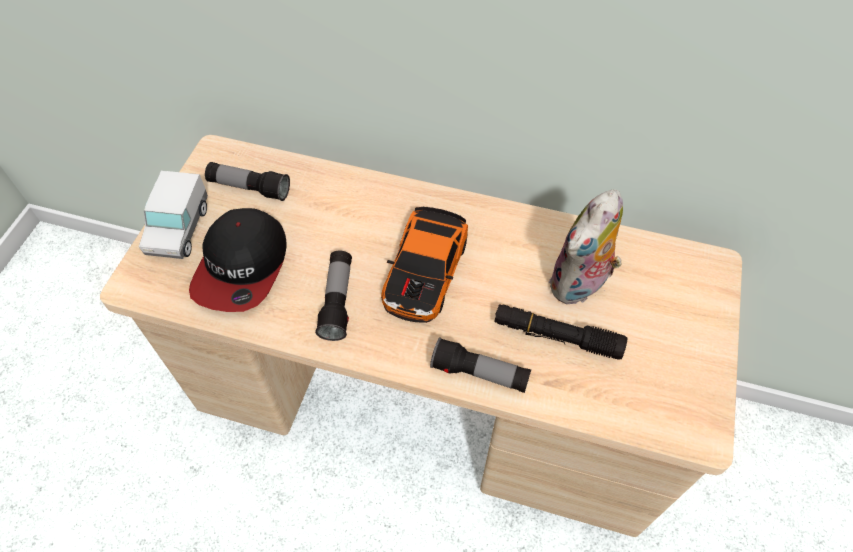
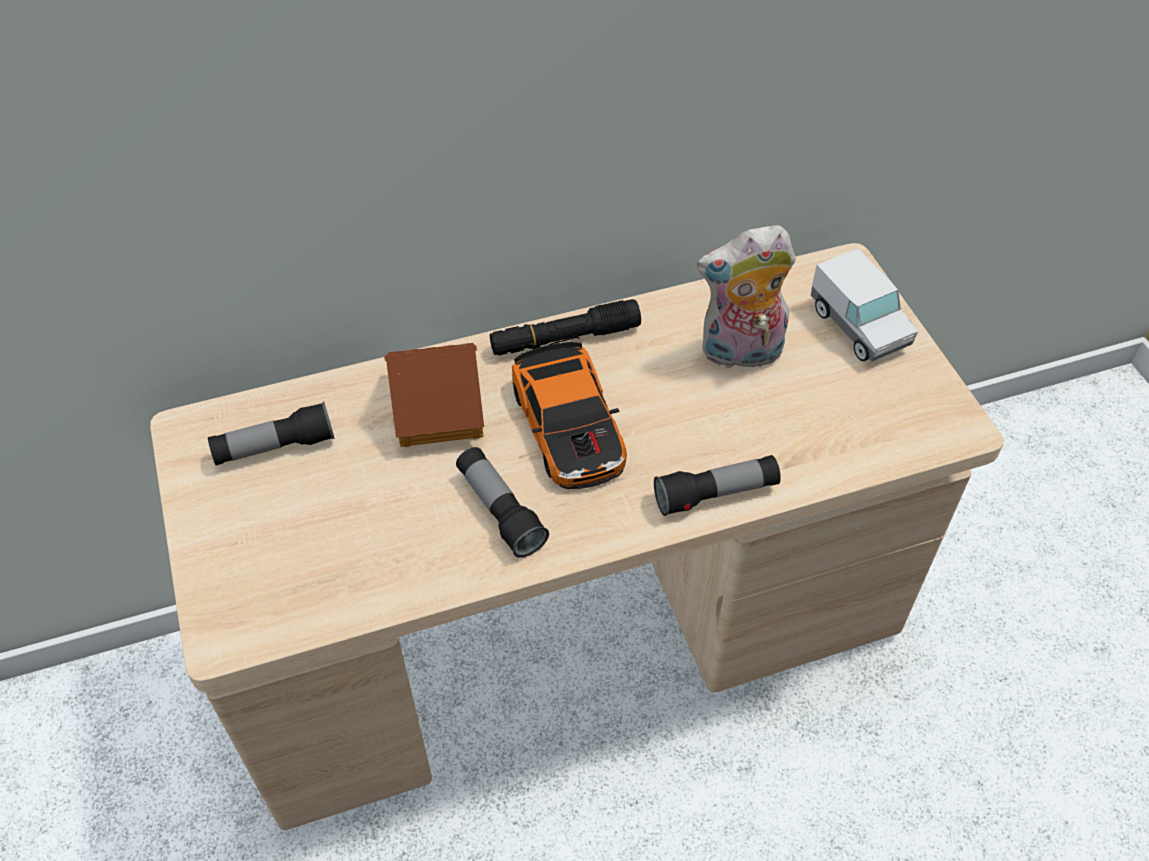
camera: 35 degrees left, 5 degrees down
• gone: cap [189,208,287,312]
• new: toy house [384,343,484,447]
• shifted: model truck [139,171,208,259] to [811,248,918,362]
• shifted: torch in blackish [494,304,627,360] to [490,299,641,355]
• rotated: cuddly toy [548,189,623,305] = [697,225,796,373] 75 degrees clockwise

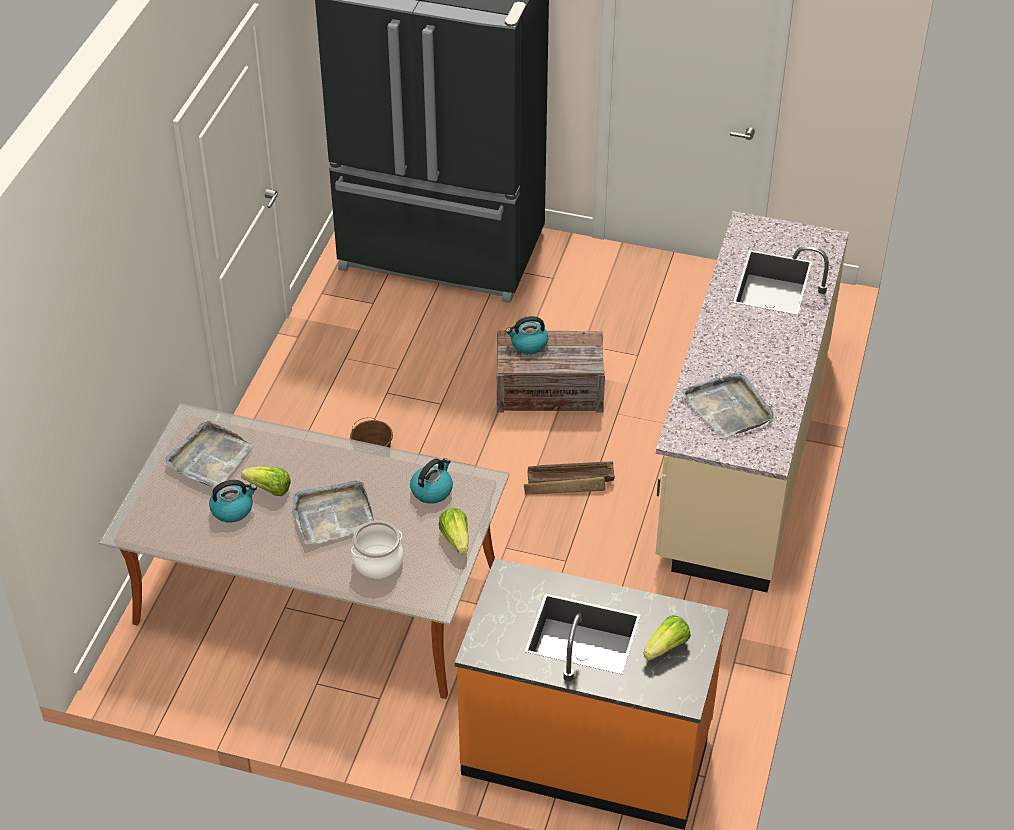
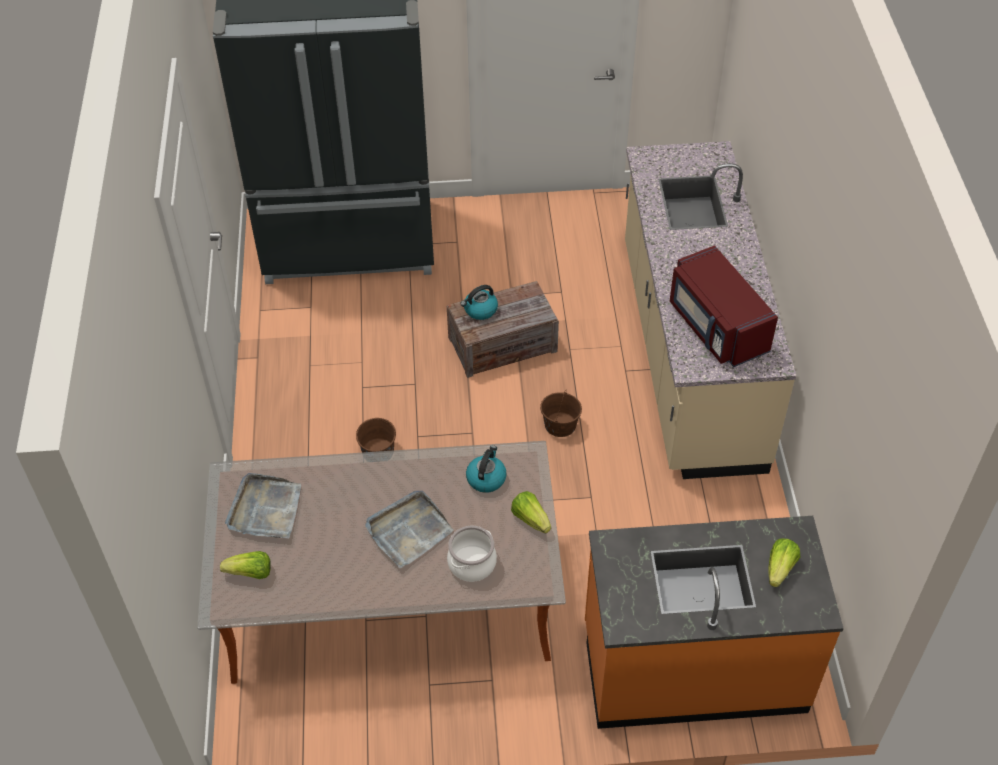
camera: 20 degrees left, 5 degrees up
• gone: water kettle [209,480,257,523]
• shifted: lettuce head [241,466,291,496] to [220,551,271,579]
• swapped: shipping crate [524,462,615,495] to water bucket in brownish [540,389,582,437]
• swapped: tray in grey [682,373,774,439] to microwave in red [670,245,778,367]

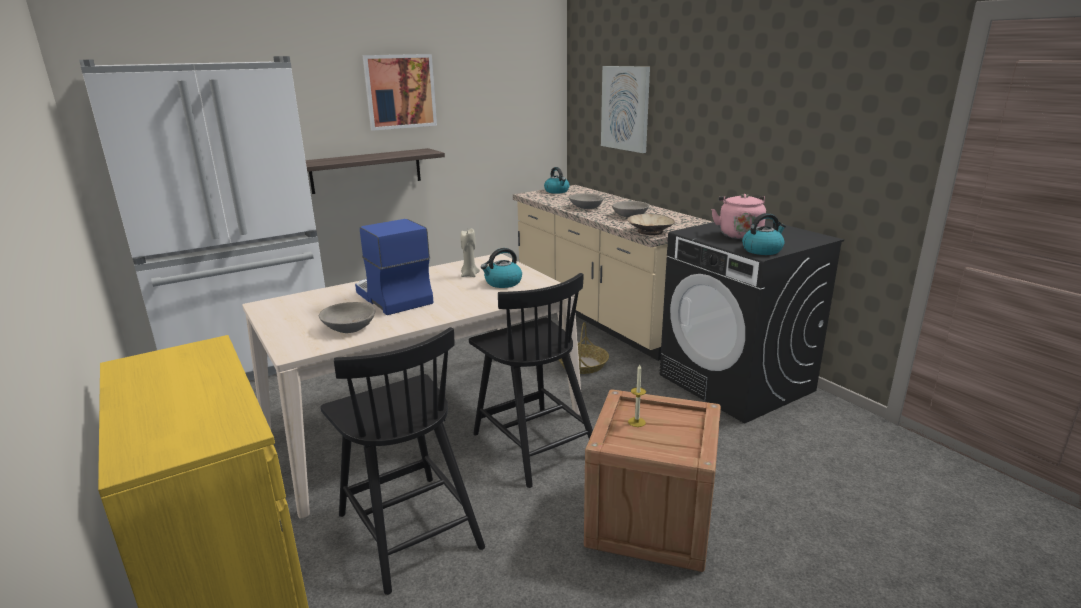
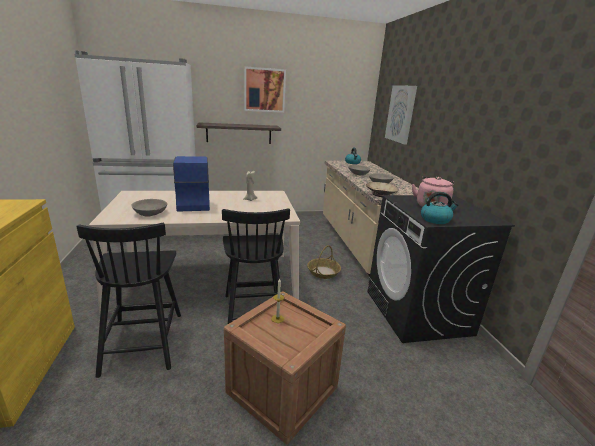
camera: 20 degrees right, 0 degrees up
• gone: water kettle [481,248,522,288]

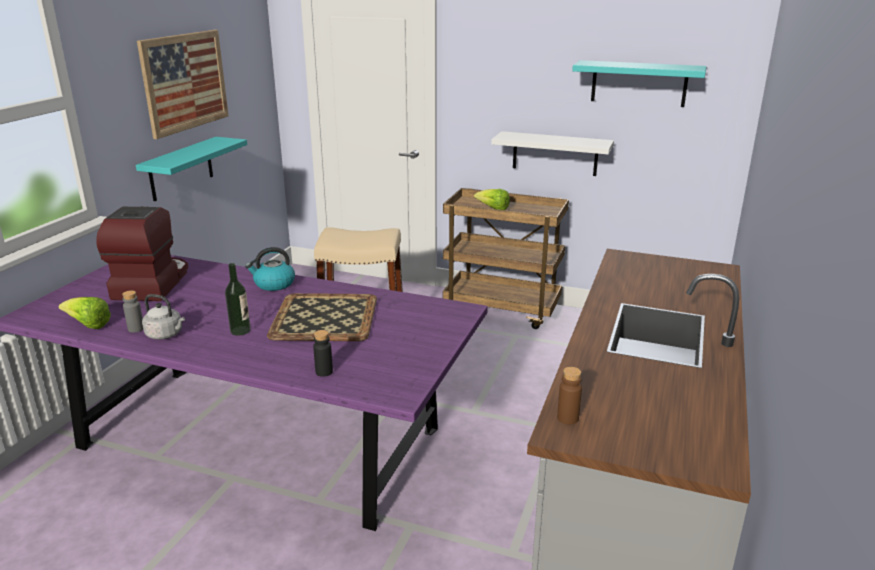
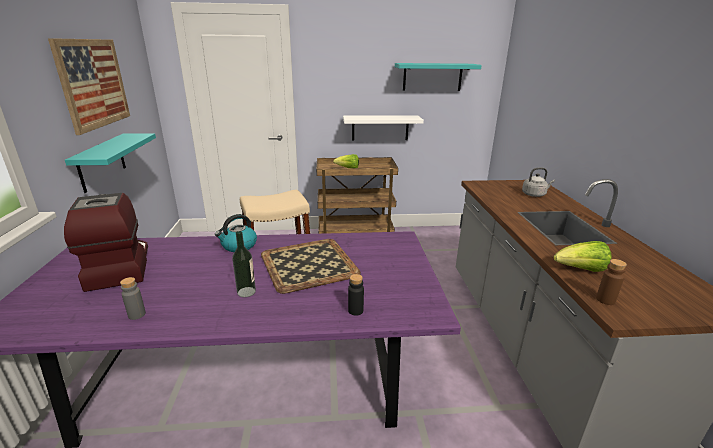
camera: 25 degrees left, 0 degrees up
• shifted: lettuce head [59,297,111,329] to [553,241,611,272]
• shifted: water kettle in grey [142,294,185,340] to [522,168,555,197]

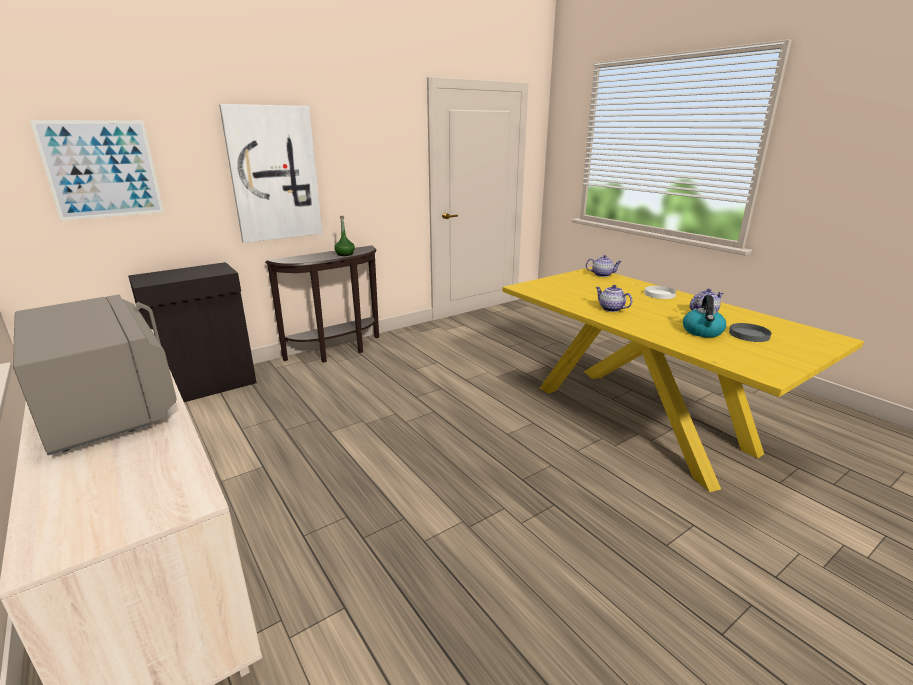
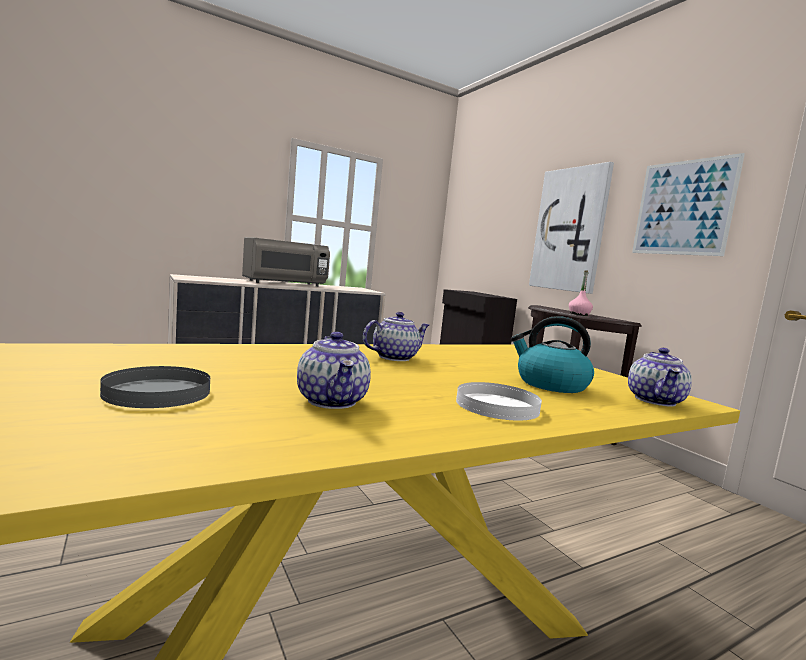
camera: 95 degrees right, 15 degrees down
• shifted: wall picture [30,120,164,221] to [632,153,745,256]
• shifted: water kettle [683,295,726,338] to [511,316,594,393]
• repainted: bottle in green-coloured [334,216,355,256] to bottle in pinkish [569,271,593,316]

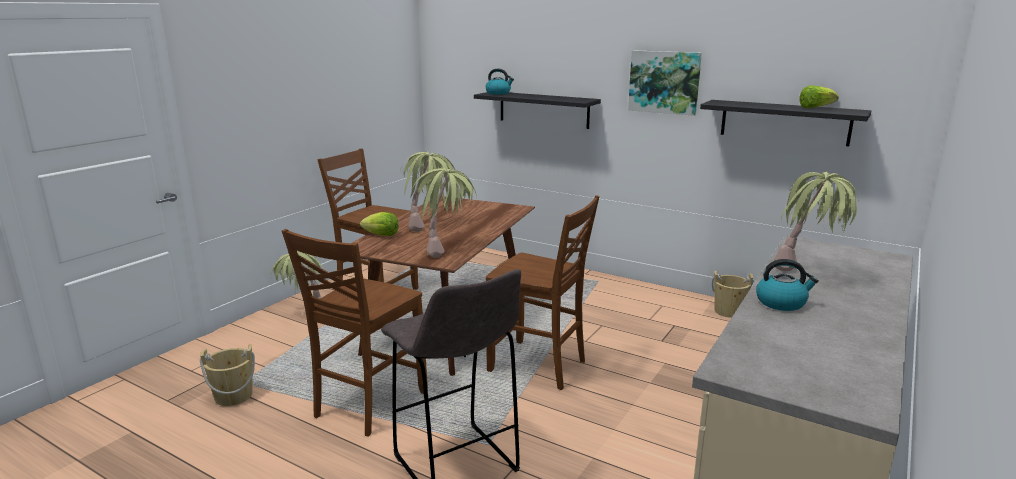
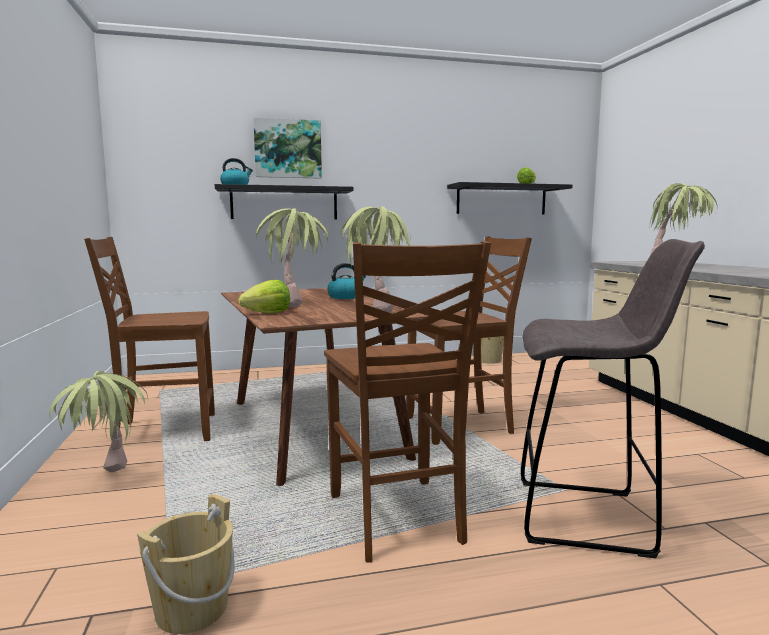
camera: 45 degrees left, 10 degrees down
• shifted: wall picture [628,50,702,116] to [253,117,322,179]
• shifted: water kettle [756,259,819,311] to [327,263,366,299]

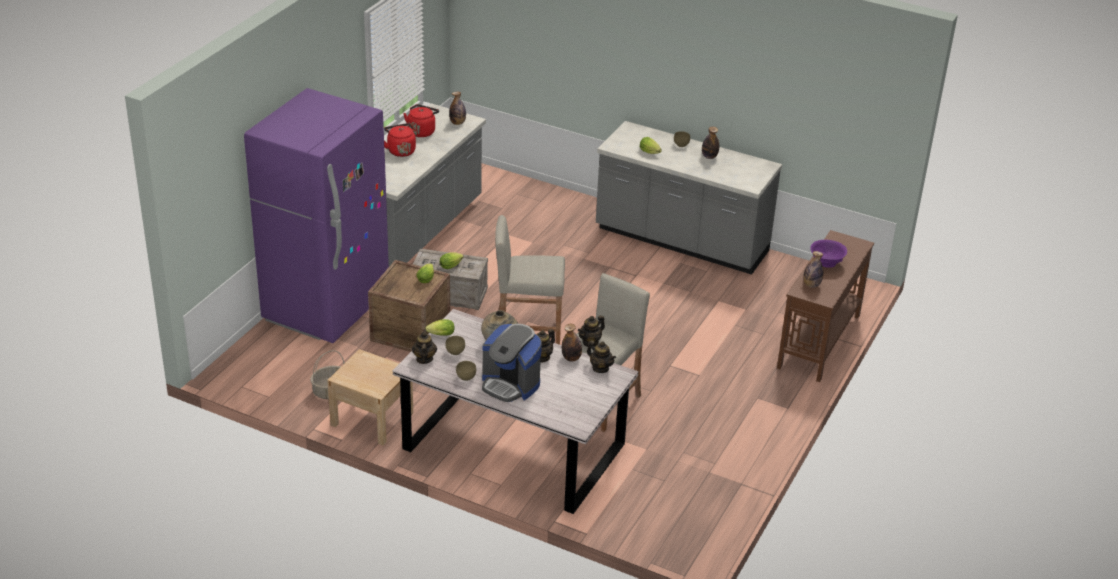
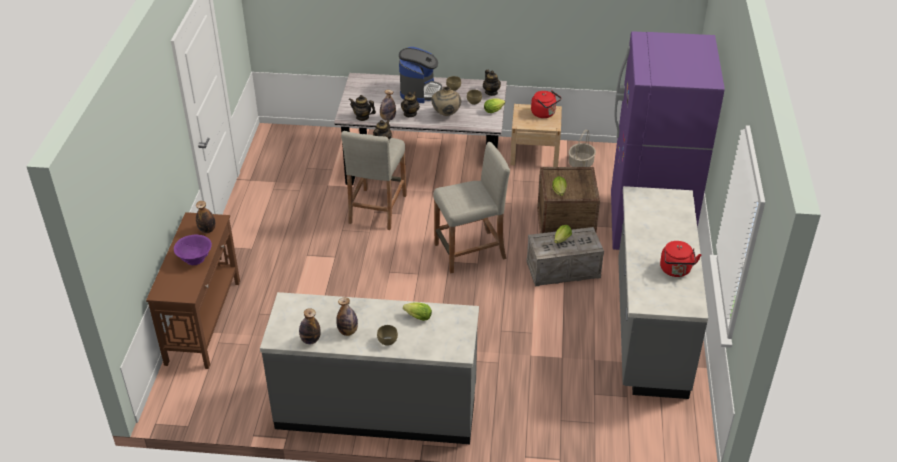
camera: 160 degrees right, 5 degrees up
• shifted: water kettle in red [384,123,416,157] to [531,90,562,118]
• shifted: bottle [449,92,466,125] to [299,308,321,344]
• rotated: coffee machine [482,324,542,402] = [399,47,442,103] 90 degrees clockwise

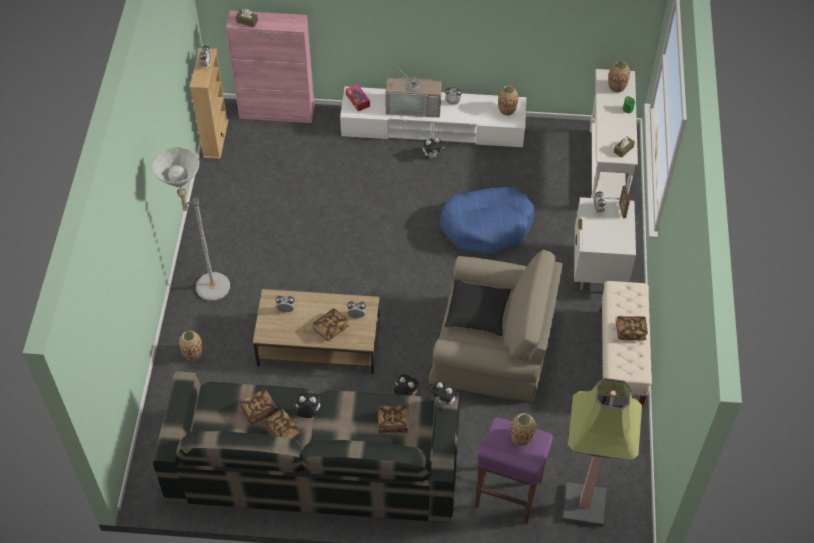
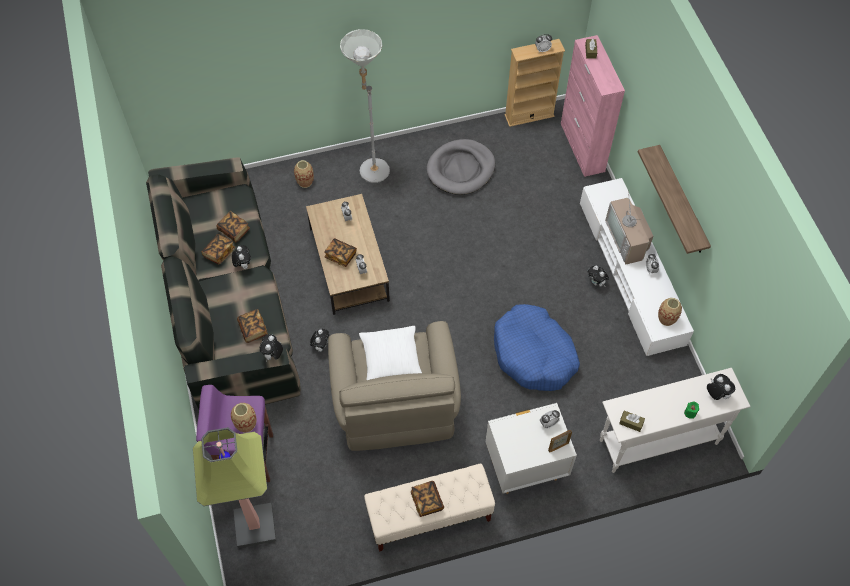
camera: 70 degrees right, 5 degrees up
• gone: box of tissues [346,84,370,111]
• new: dog bed in grey [427,139,495,195]
• new: wall shelf [638,145,711,254]
• swapped: decorative vase [608,61,630,93] to cuddly toy [707,374,735,400]
• repainted: throw pillow in blackish [444,279,511,336] to throw pillow in white-coloured [359,326,422,380]

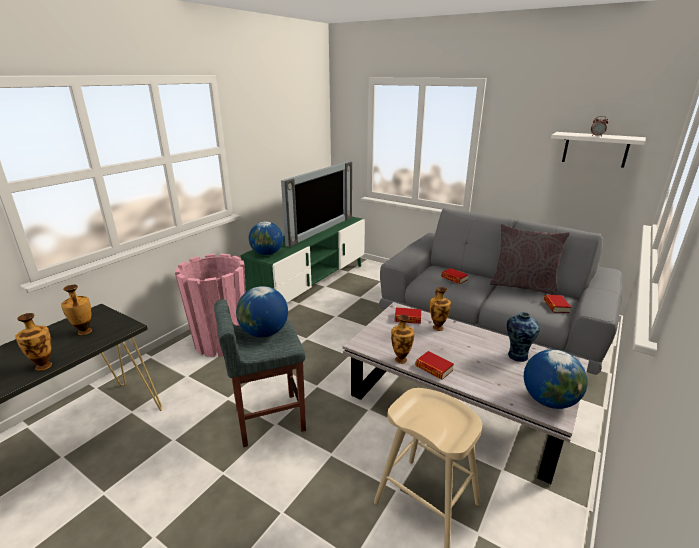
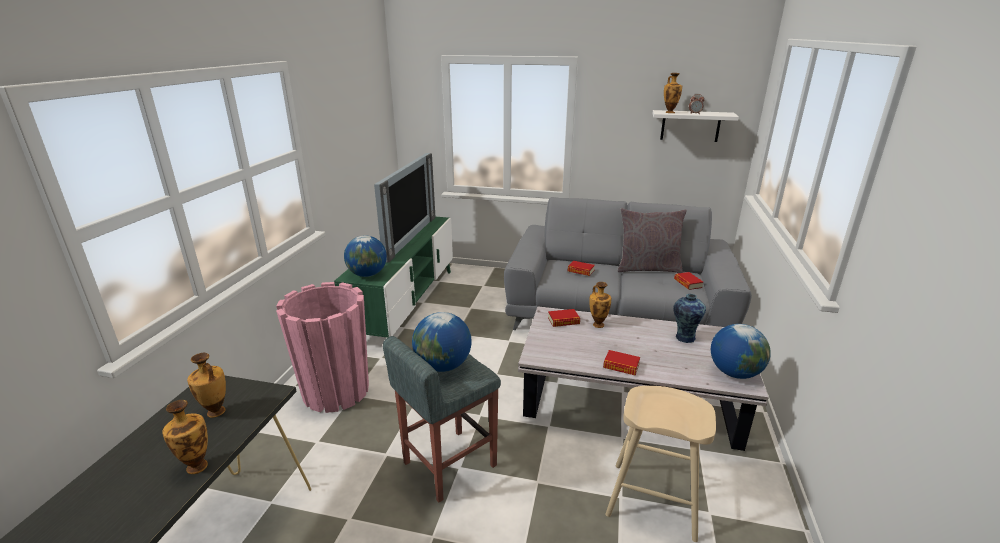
camera: 20 degrees left, 0 degrees up
• shifted: decorative vase [391,315,415,364] to [664,73,682,113]

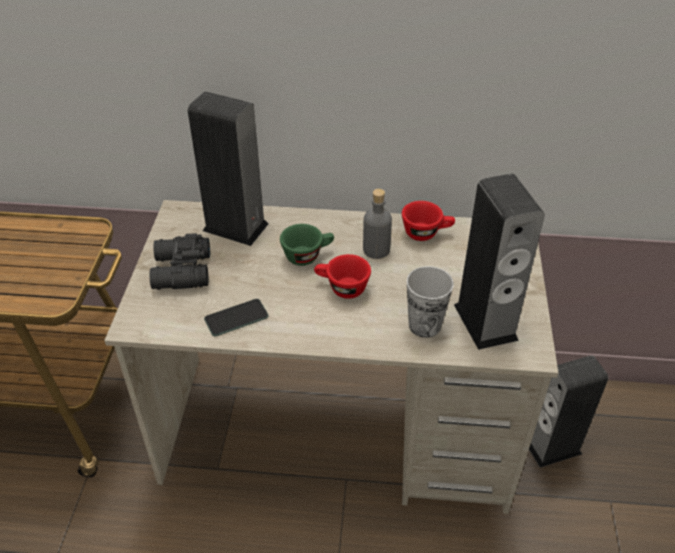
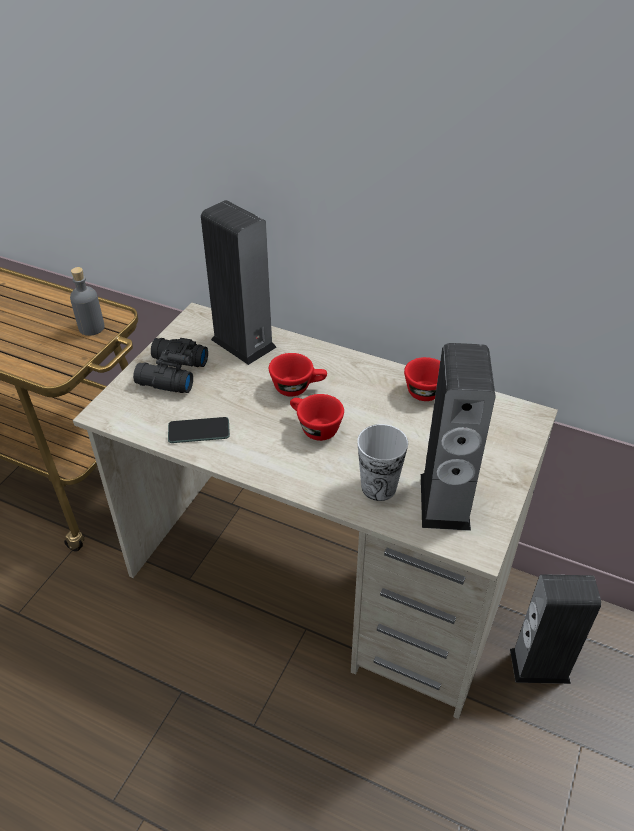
camera: 20 degrees right, 0 degrees up
• shifted: bottle in grey [363,189,392,259] to [70,267,105,336]
• repainted: small cup in green-coloured [280,224,334,266] to small cup in red [269,353,327,396]

